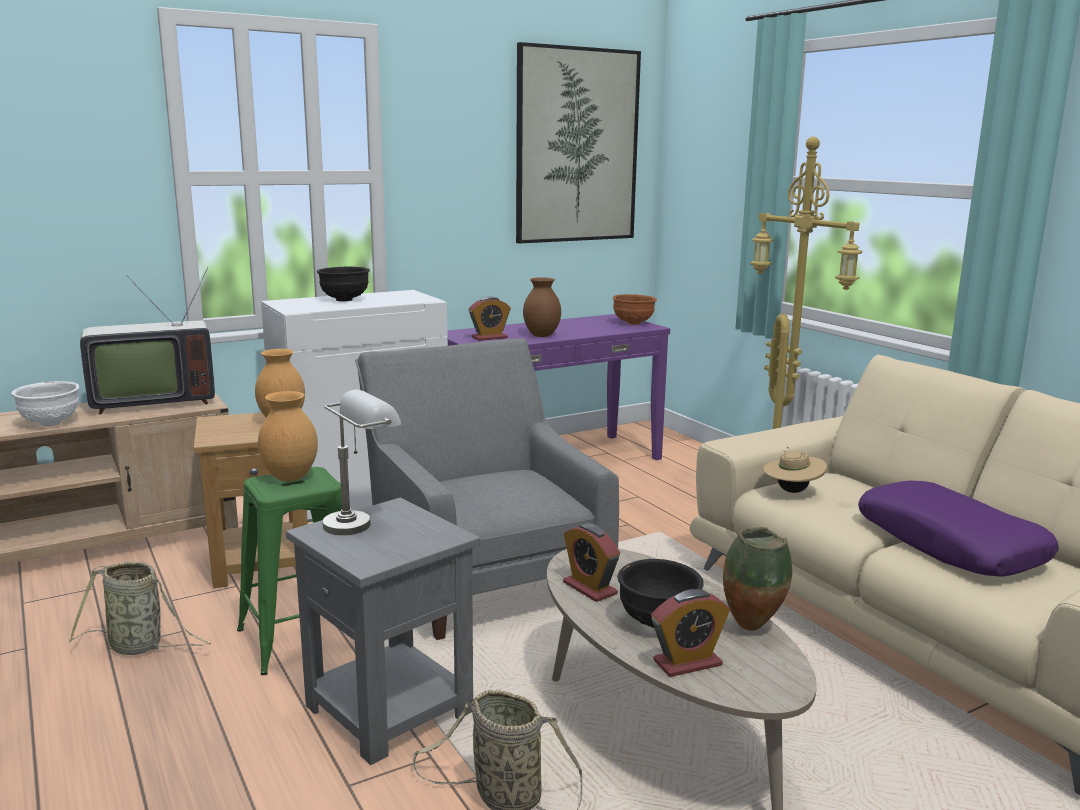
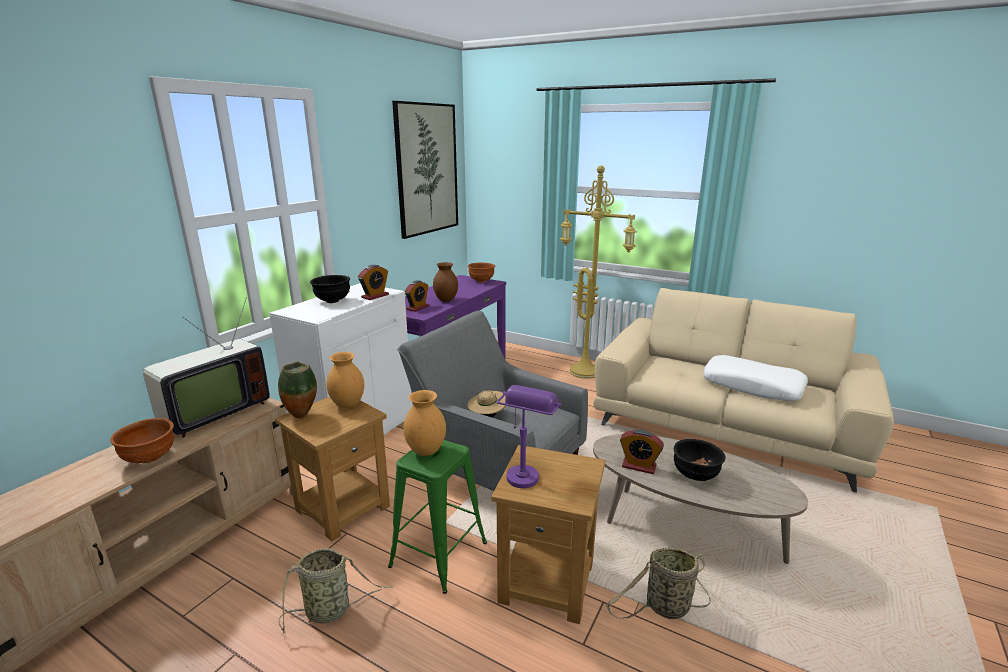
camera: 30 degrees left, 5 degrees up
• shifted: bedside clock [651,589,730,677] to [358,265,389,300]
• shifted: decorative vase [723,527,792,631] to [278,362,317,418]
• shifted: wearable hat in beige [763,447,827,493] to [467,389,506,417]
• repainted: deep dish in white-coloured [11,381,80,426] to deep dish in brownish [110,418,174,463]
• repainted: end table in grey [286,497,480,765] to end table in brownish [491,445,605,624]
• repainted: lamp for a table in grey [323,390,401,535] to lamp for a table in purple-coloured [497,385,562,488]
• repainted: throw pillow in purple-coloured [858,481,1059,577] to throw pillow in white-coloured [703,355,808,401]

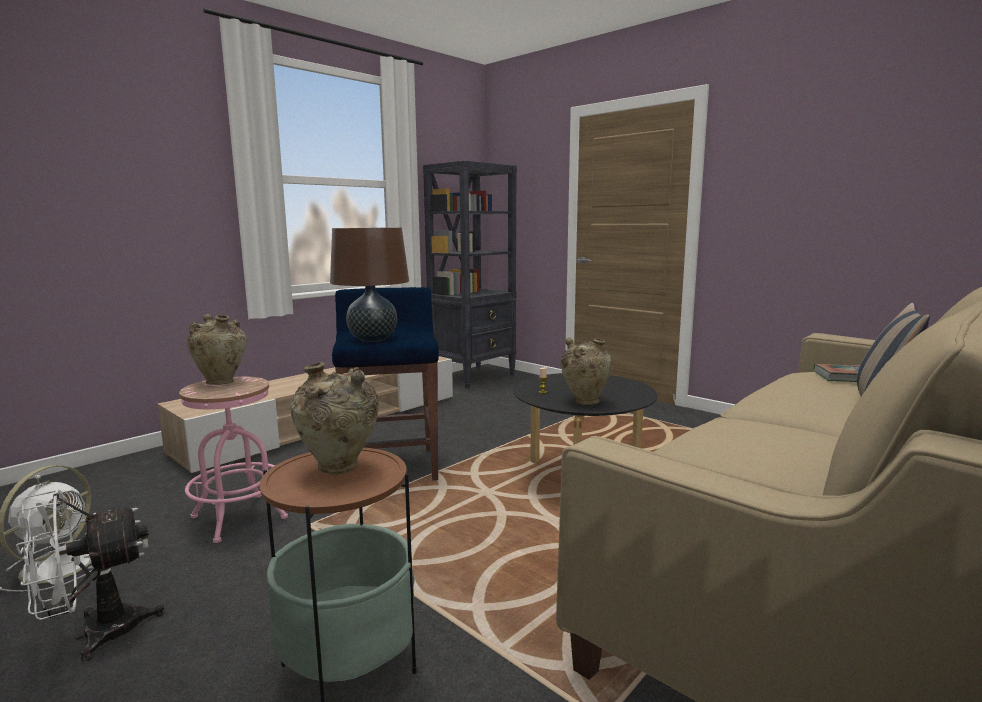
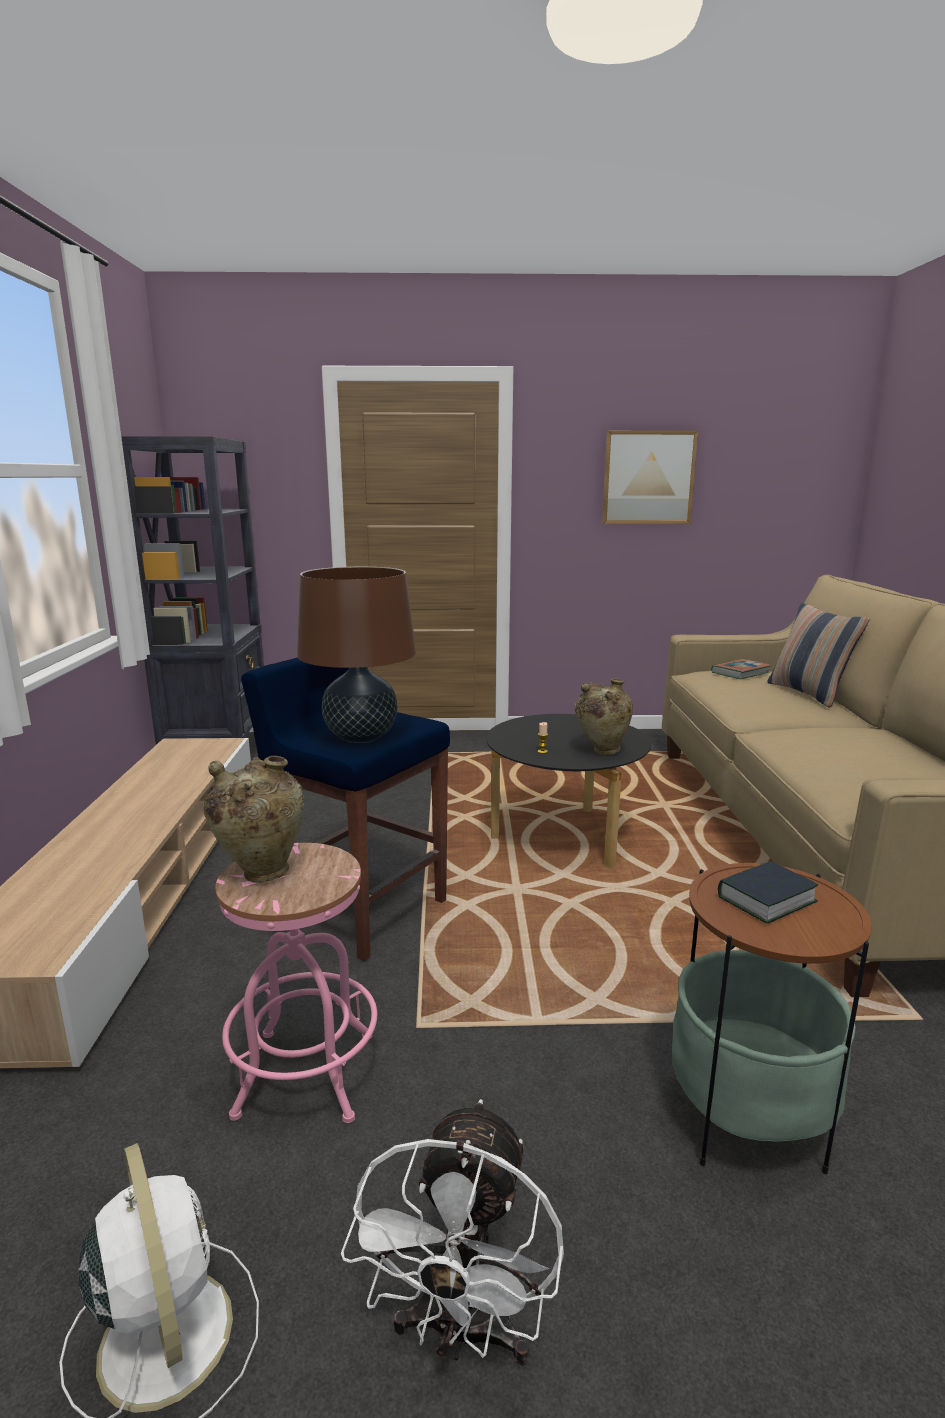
camera: 45 degrees left, 5 degrees up
• new: wall picture [602,431,698,524]
• swapped: decorative vase in beige [290,363,379,474] to volume [718,861,818,923]

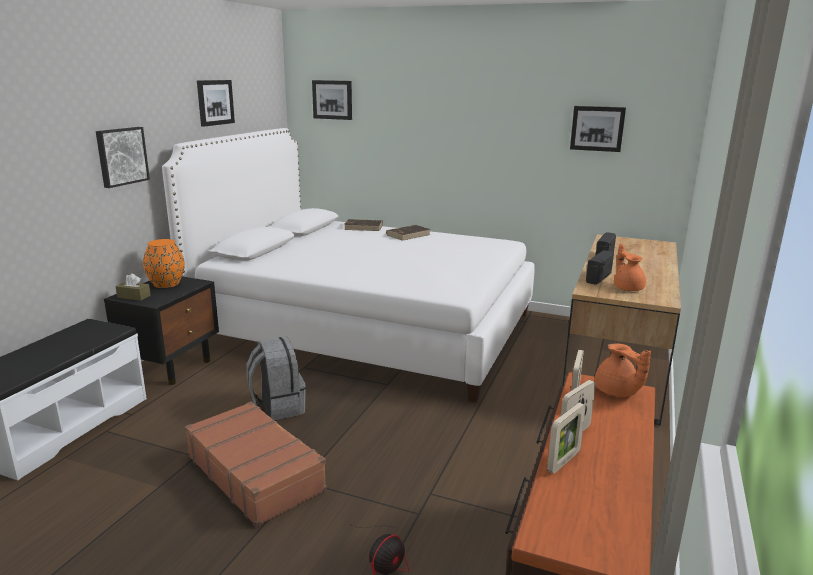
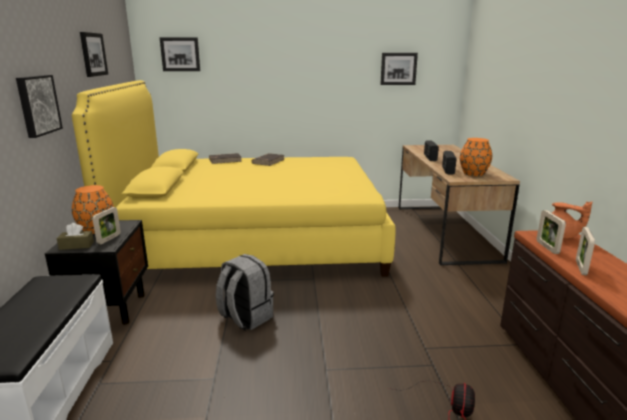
camera: 25 degrees left, 0 degrees up
• gone: suitcase in brownish [185,402,326,527]
• shifted: picture frame [547,403,586,474] to [92,207,121,244]
• swapped: pot for tea in orange-coloured [614,243,646,291] to decorative vase in orange-coloured [460,138,492,176]
• repainted: bedroom bed in white-coloured [162,128,535,403] to bedroom bed in yellow [72,80,396,277]

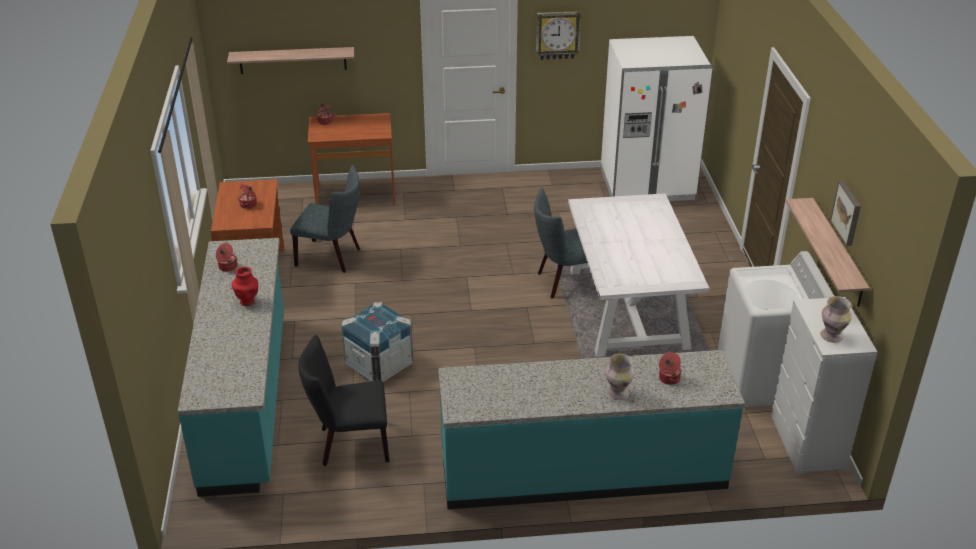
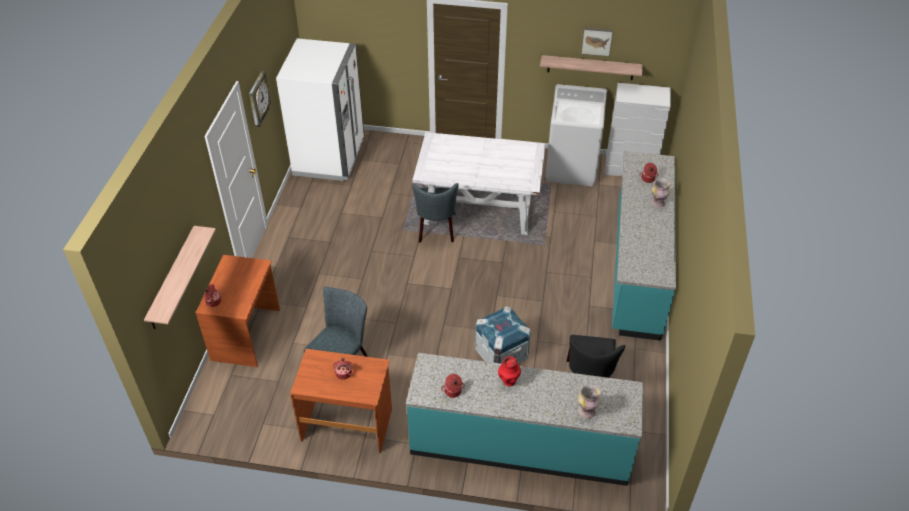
camera: 75 degrees left, 10 degrees up
• shifted: decorative vase [820,296,852,343] to [578,385,601,418]

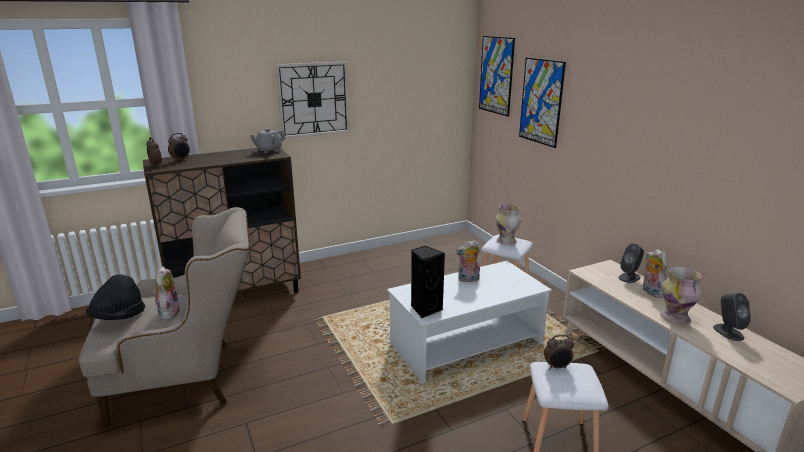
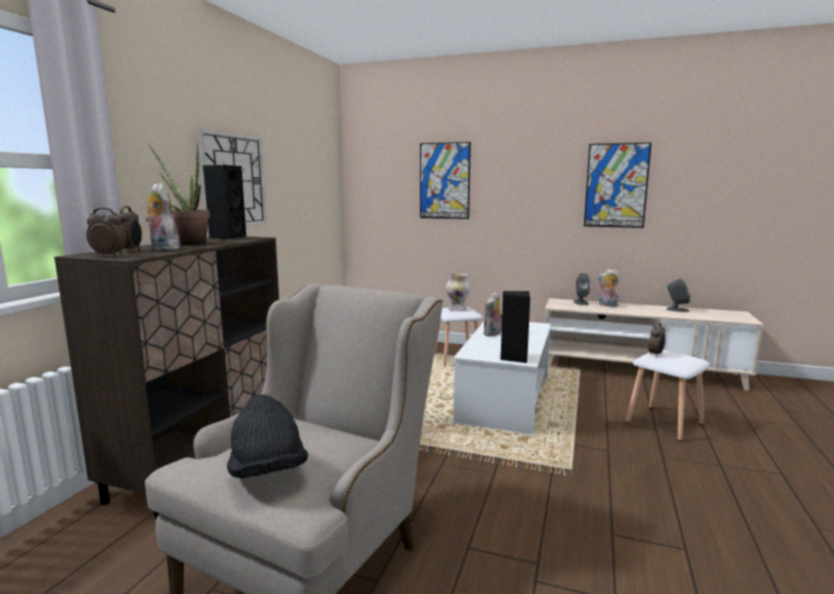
camera: 45 degrees left, 10 degrees down
• gone: decorative vase [660,267,702,325]
• new: plant in a pot [149,144,210,245]
• shifted: cuddly toy [152,266,181,320] to [145,183,180,250]
• shifted: wall picture [479,36,515,117] to [584,142,652,228]
• swapped: pot for tea in grey [250,128,286,153] to audio speaker in blackish [203,165,247,239]

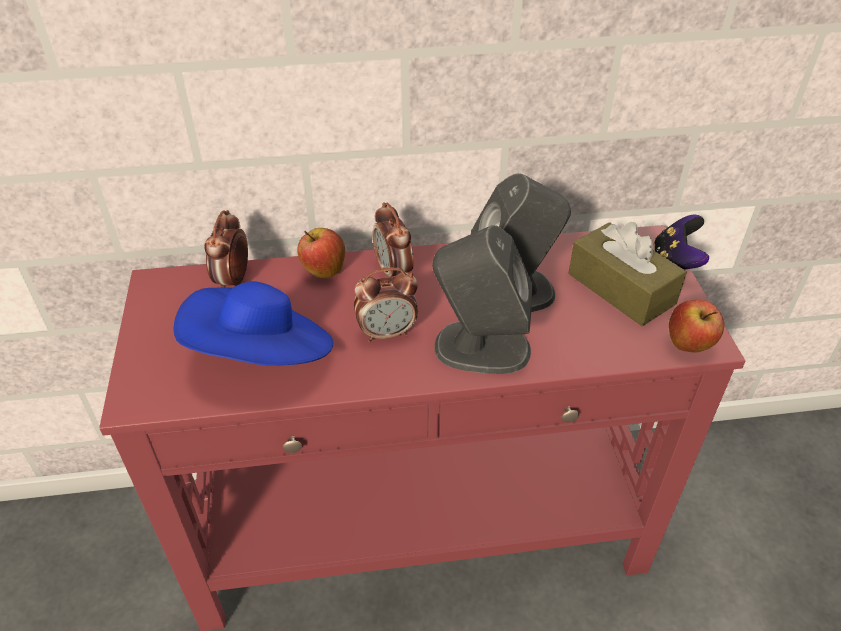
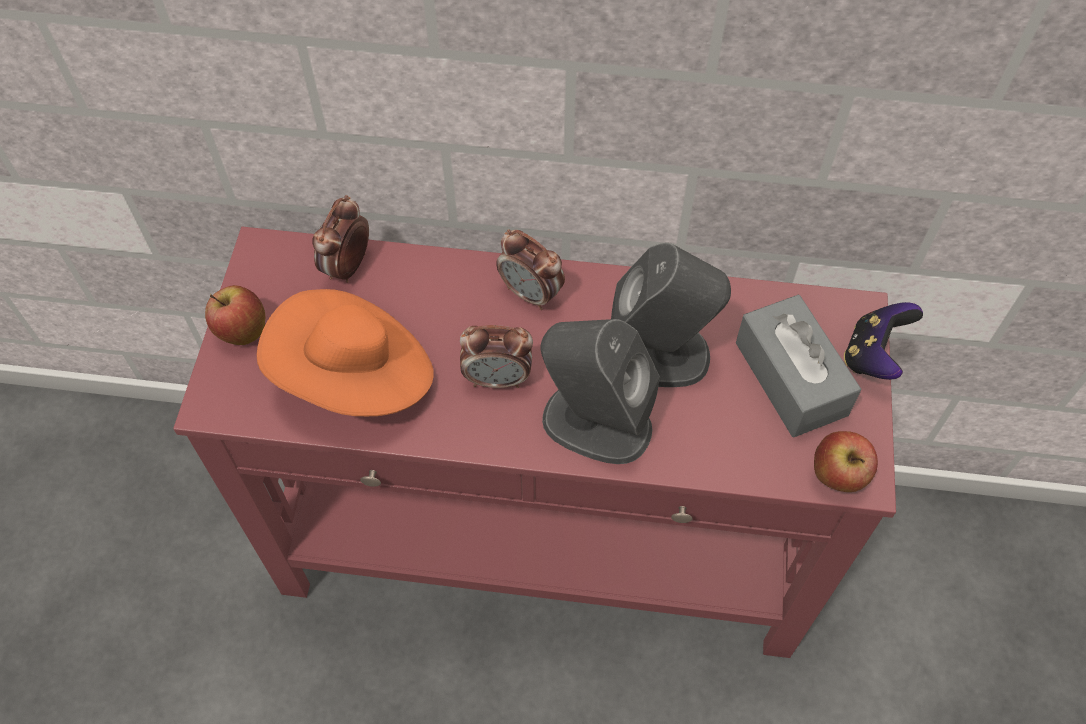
camera: 15 degrees right, 15 degrees up
• shifted: whole apple [297,228,345,278] to [205,285,265,345]
• repainted: wearable hat in blue [174,281,334,366] to wearable hat in orange-coloured [257,289,434,416]
• repainted: box of tissues in brownish [569,222,687,326] to box of tissues in grey [736,295,861,437]
• rotated: bedside clock [372,202,414,278] = [496,229,565,310] 45 degrees counterclockwise

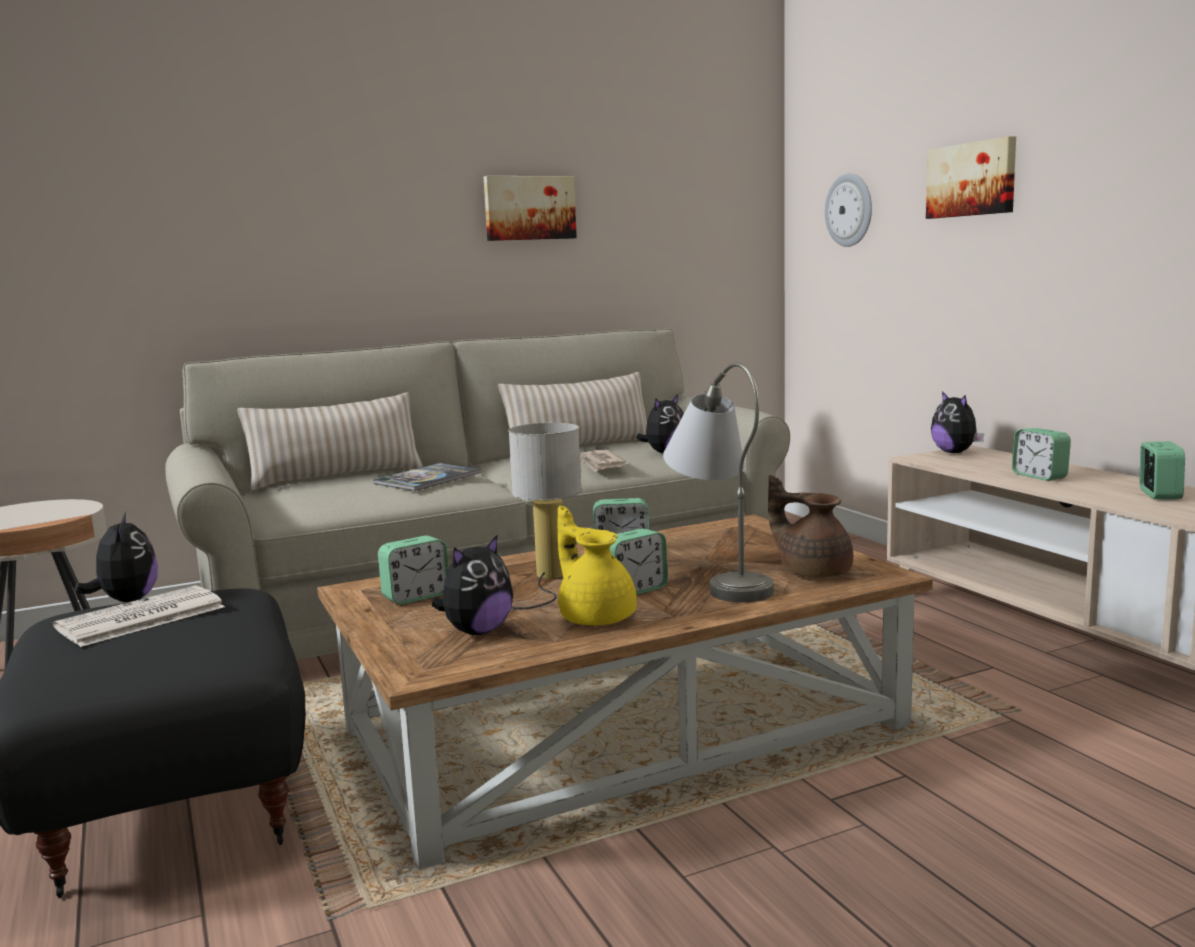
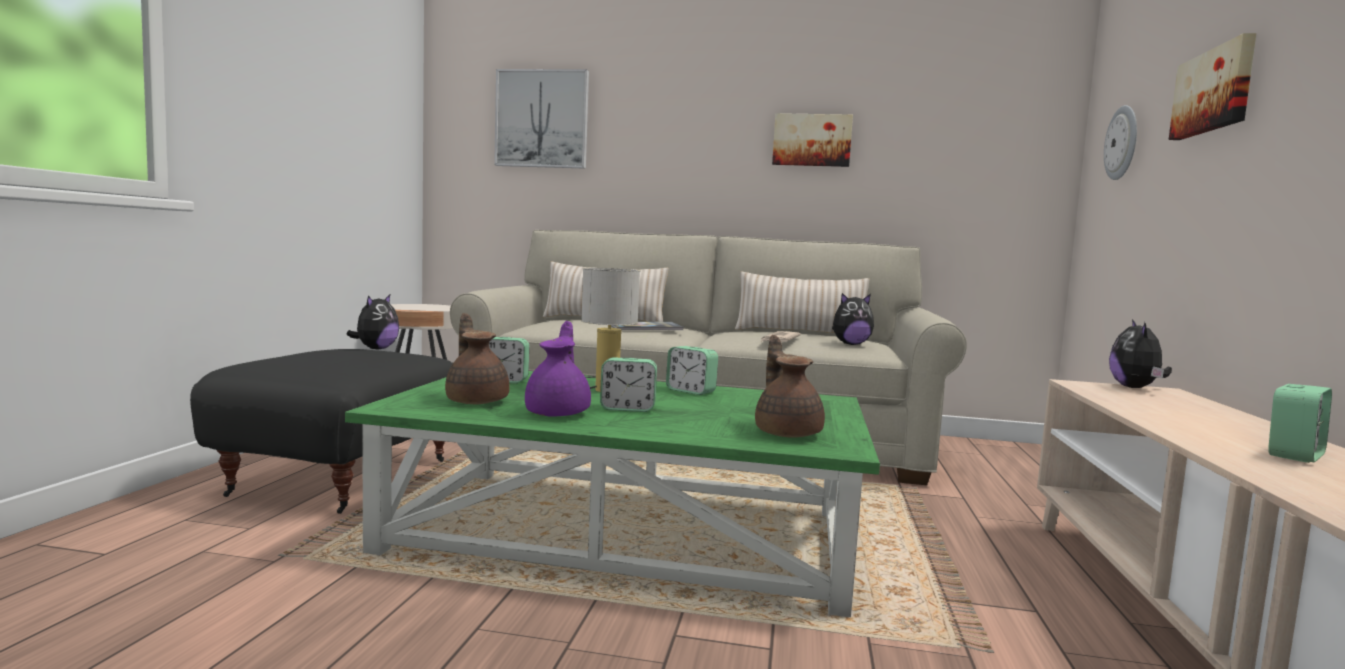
camera: 35 degrees right, 5 degrees down
• gone: newspaper [53,585,225,647]
• gone: lamp for a table in grey [663,363,774,602]
• gone: bedside clock [1012,428,1071,481]
• new: wall picture [494,69,589,169]
• swapped: cuddly toy [432,535,513,635] to pot for tea in brownish [445,313,510,404]
• repainted: lounge table in brownish [317,515,933,869] to lounge table in green-coloured [345,371,880,617]
• repainted: pot for tea in yellow [558,506,637,626] to pot for tea in purple-coloured [525,321,591,417]

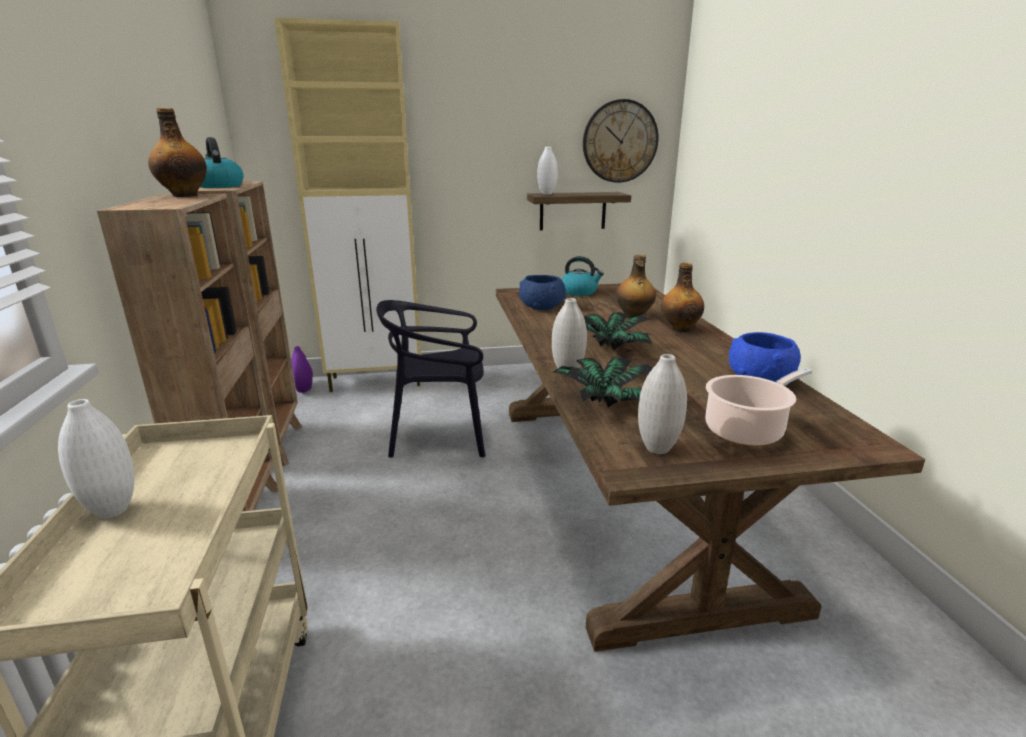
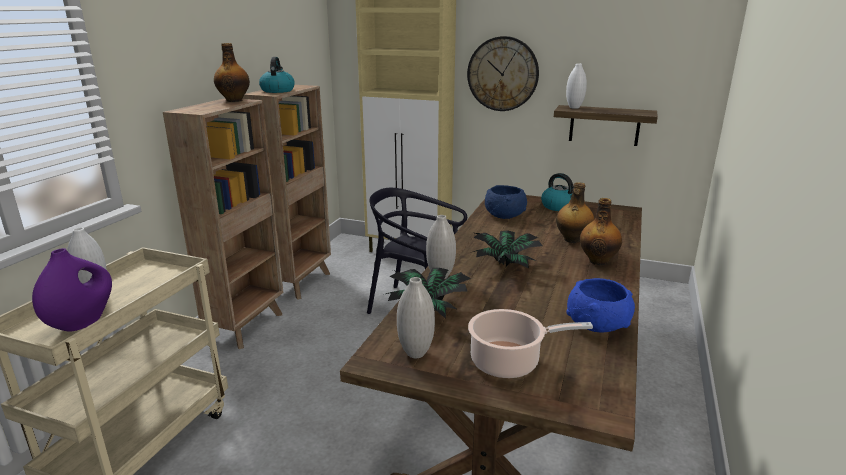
camera: 30 degrees right, 0 degrees up
• shifted: decorative vase in purple-coloured [291,346,313,393] to [32,248,112,332]
• shifted: clock on the wall [583,99,658,183] to [467,36,539,111]

